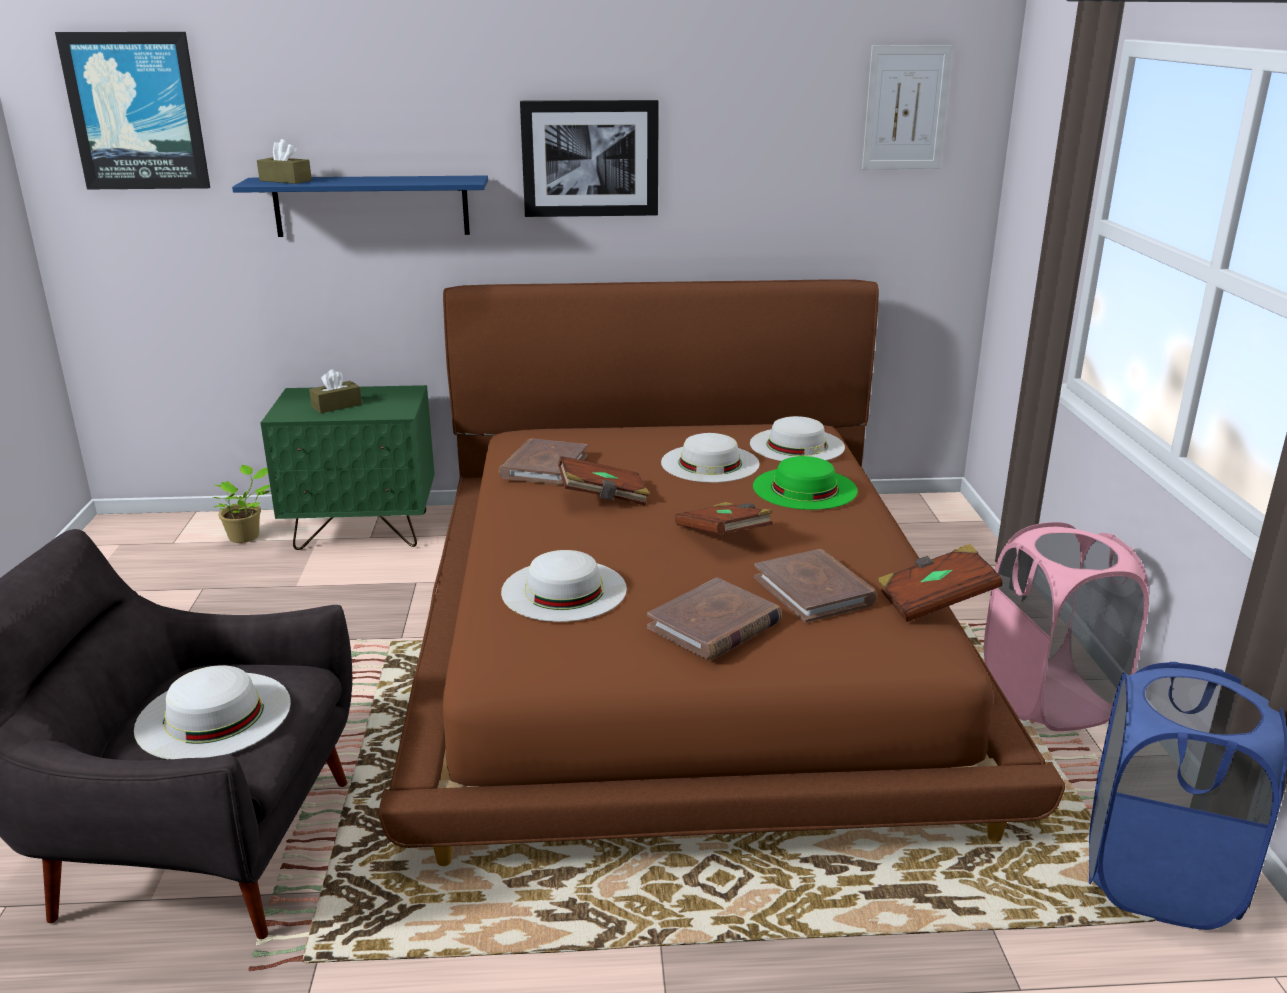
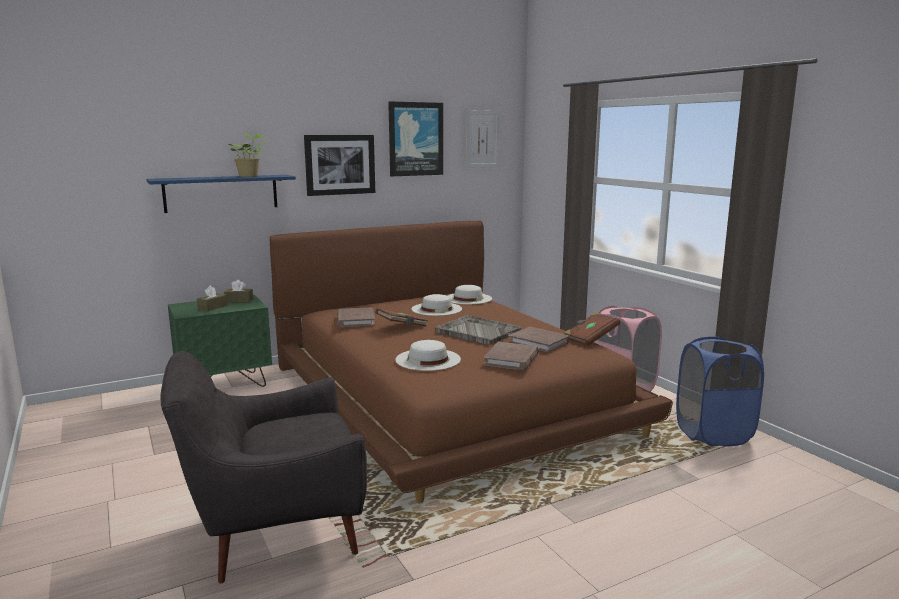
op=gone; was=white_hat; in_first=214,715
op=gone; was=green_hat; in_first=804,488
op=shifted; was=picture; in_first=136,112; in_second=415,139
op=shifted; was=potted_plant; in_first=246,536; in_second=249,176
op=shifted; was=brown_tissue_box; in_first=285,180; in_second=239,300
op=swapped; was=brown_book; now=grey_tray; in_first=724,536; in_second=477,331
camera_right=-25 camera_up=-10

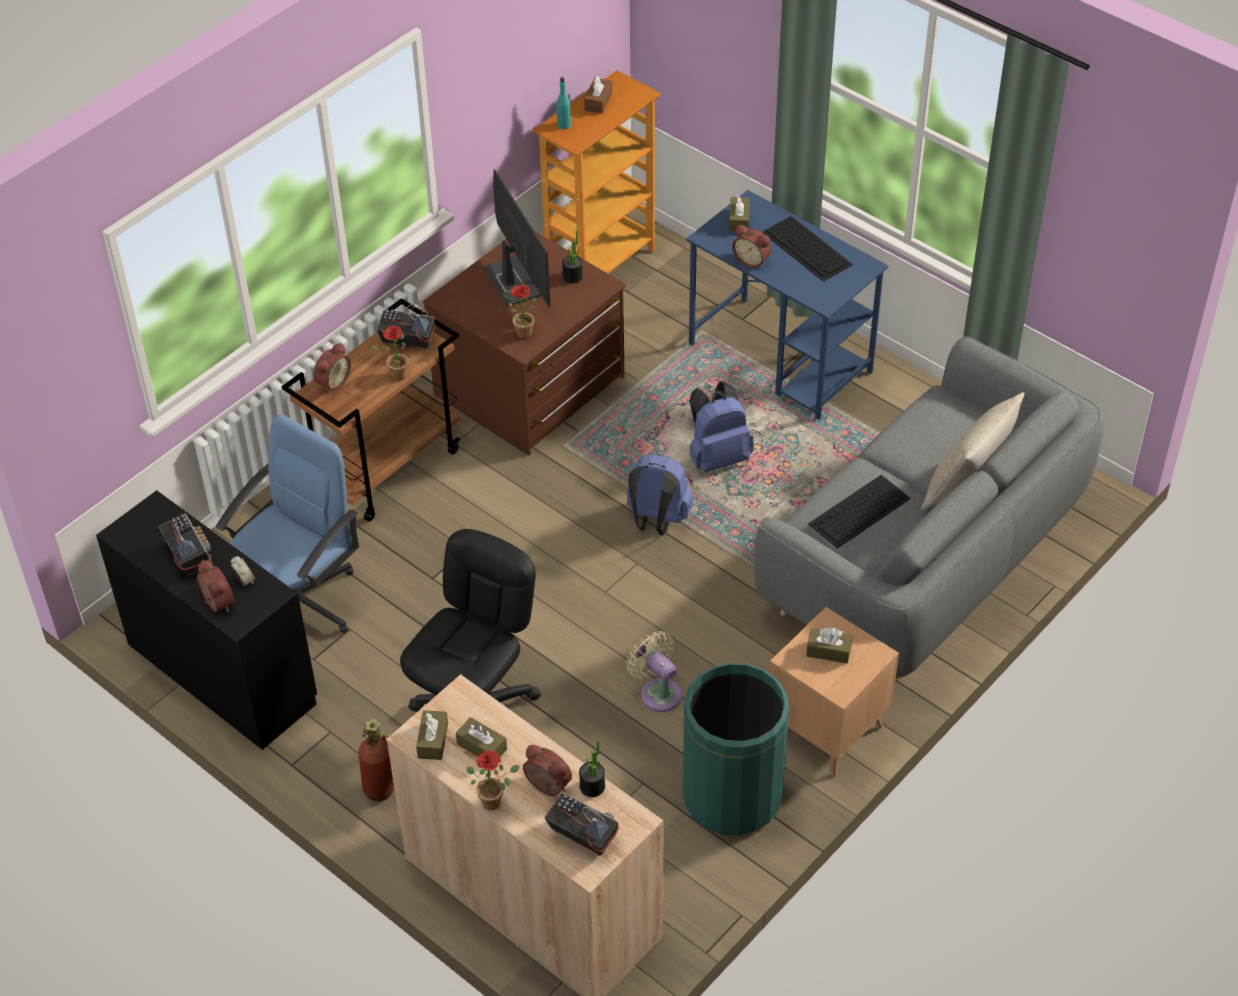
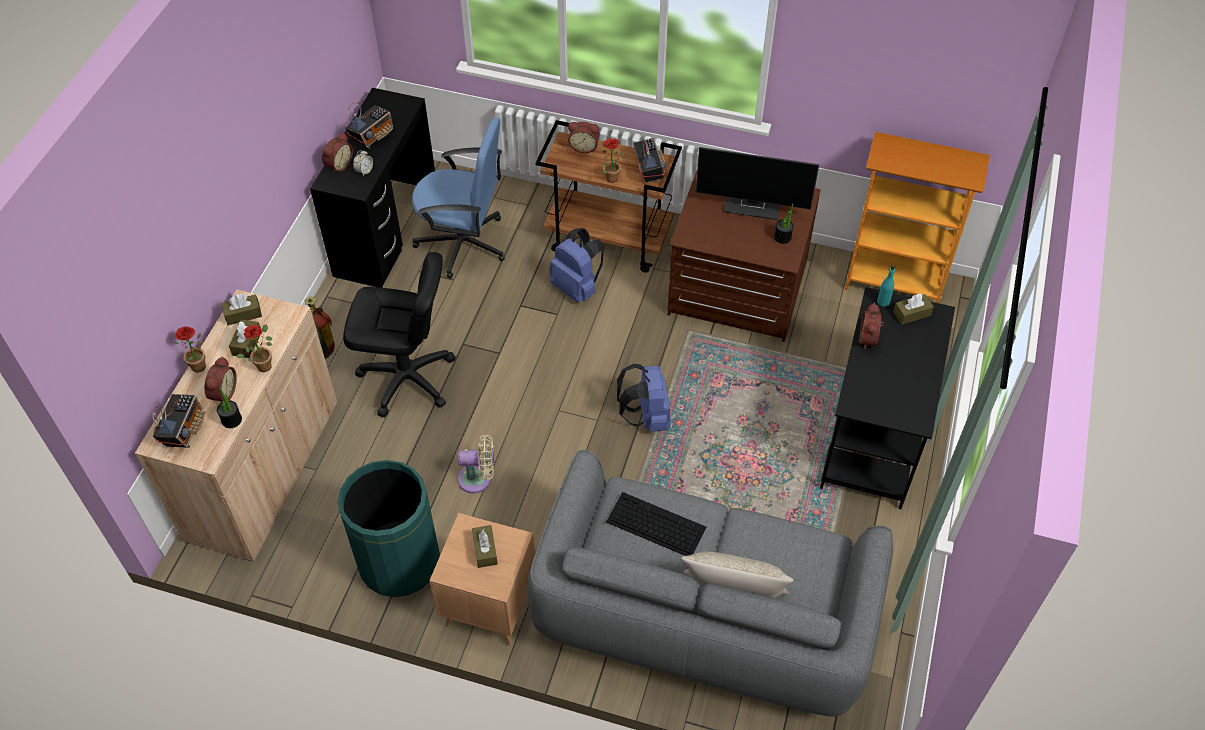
op=gone; was=brown_tissue_box; in_first=598,102
op=gone; was=keyboard; in_first=807,249
op=shifted; was=potted_plant; in_first=521,333; in_second=264,364
op=shifted; was=turquoise_bottle; in_first=563,125; in_second=883,301
op=shifted; was=blue_backpack; in_first=717,457; in_second=577,287
op=repainted; was=blue_desk; now=black_desk; in_first=781,359; in_second=873,438
op=rotated; was=monitor; in_first=512,281; in_second=754,204; clockwise=60
op=rotated; was=beige_fan; in_first=658,692; in_second=478,479; clockwise=60
camera_right=65 camera_up=5

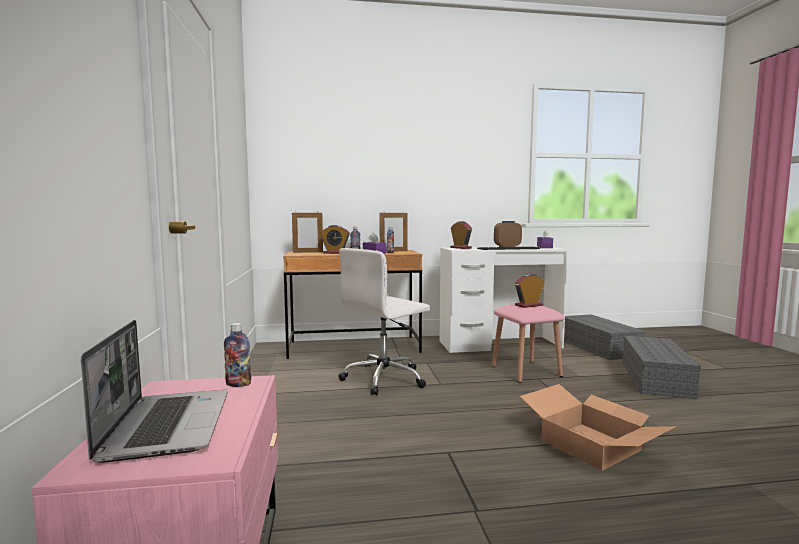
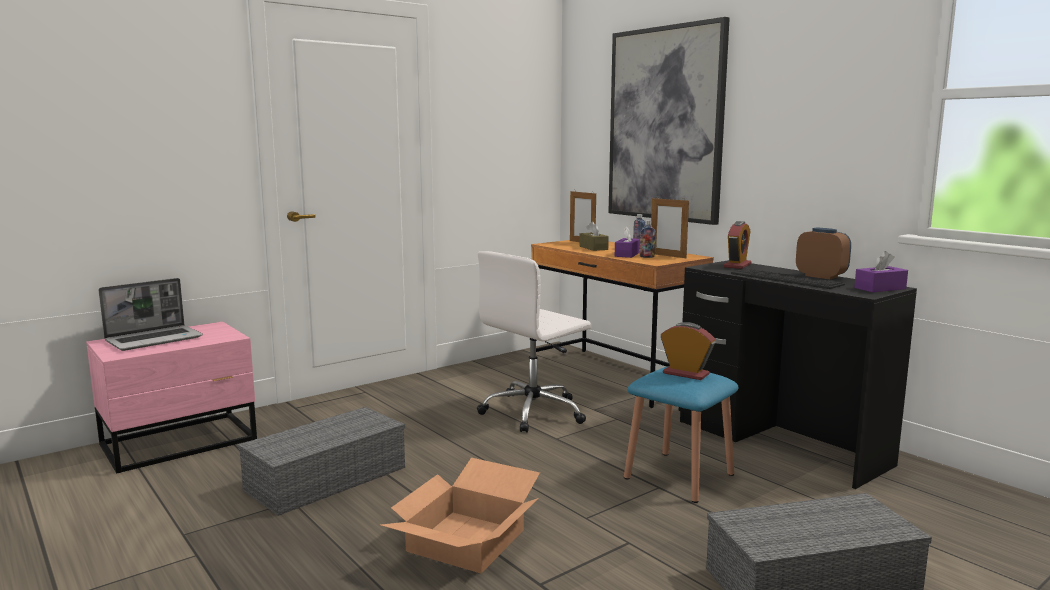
op=gone; was=bottle; in_first=238,384
op=new; now=picture; in_second=665,124
op=shifted; was=grey_storage_box; in_first=597,347; in_second=327,477
op=swapped; was=alarm_clock; now=brown_tissue_box; in_first=335,253; in_second=593,248
op=repainted; was=white_desk; now=black_desk; in_first=499,344; in_second=780,442
op=repainted; was=pink_stool; now=blue_stool; in_first=526,371; in_second=679,476
op=rotated; was=white_office_chair; in_first=385,378; in_second=534,412; clockwise=-60
camera_right=60 camera_up=5

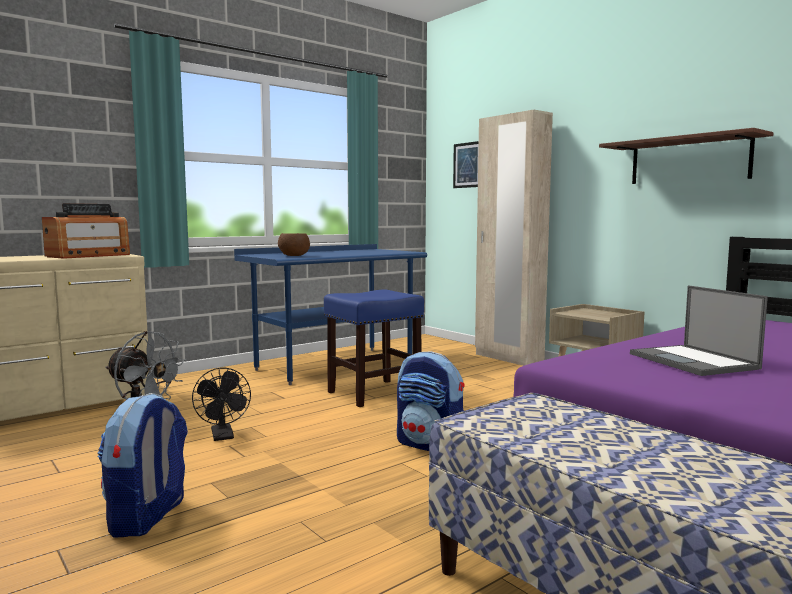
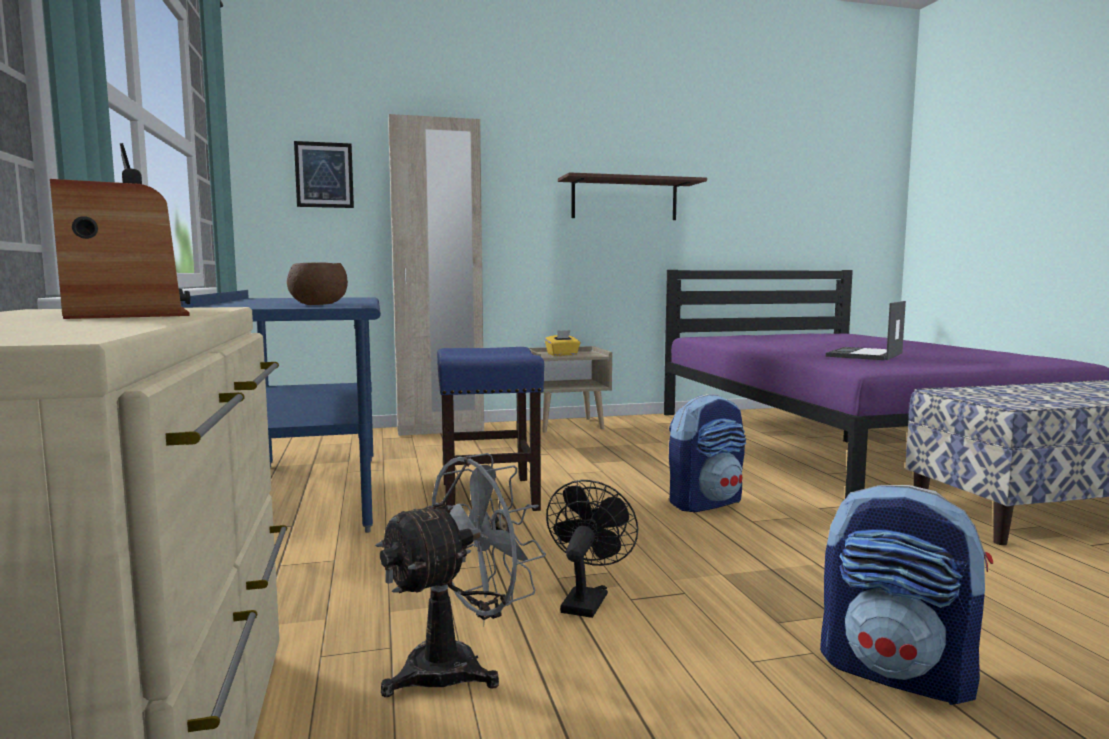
op=new; now=yellow_tissue_box; in_second=562,354
op=rotated; was=black_fan; in_first=223,436; in_second=586,599; clockwise=-75
op=rotated; was=laptop; in_first=694,361; in_second=865,355; clockwise=120
camera_right=-65 camera_up=0

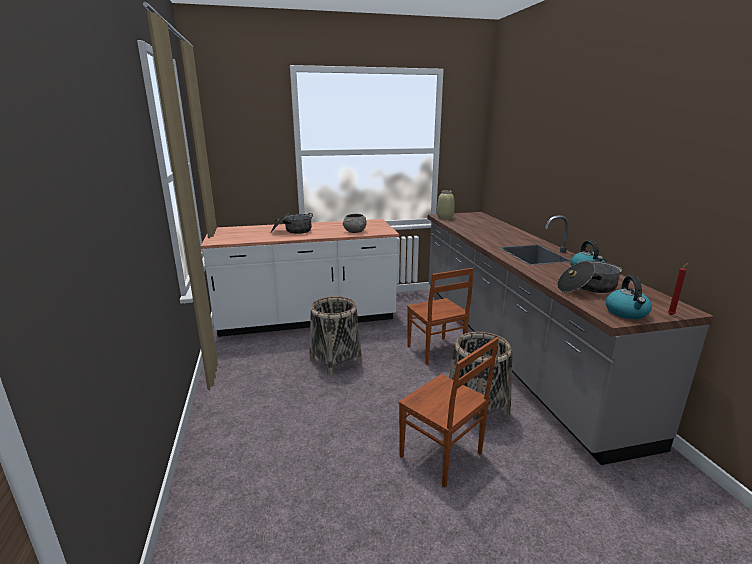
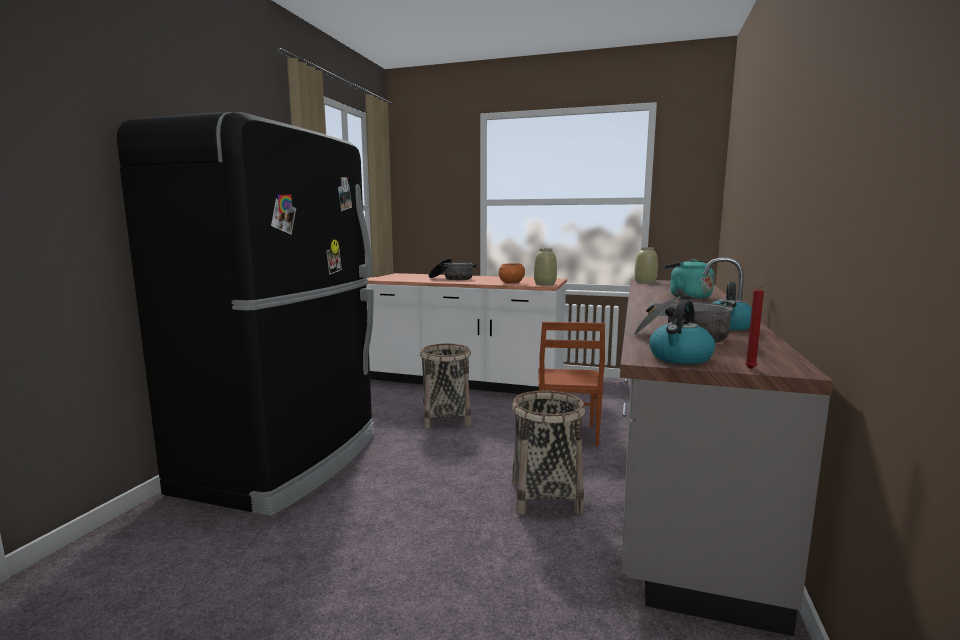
op=gone; was=brown_chair; in_first=441,456
op=new; now=black_fridge; in_second=285,461
op=new; now=beige_vase; in_second=545,284
op=new; now=turquoise_kettle; in_second=687,297
op=repainted; was=grey_bowl; now=orange_bowl; in_first=355,232; in_second=511,283
camera_right=30 camera_up=-10

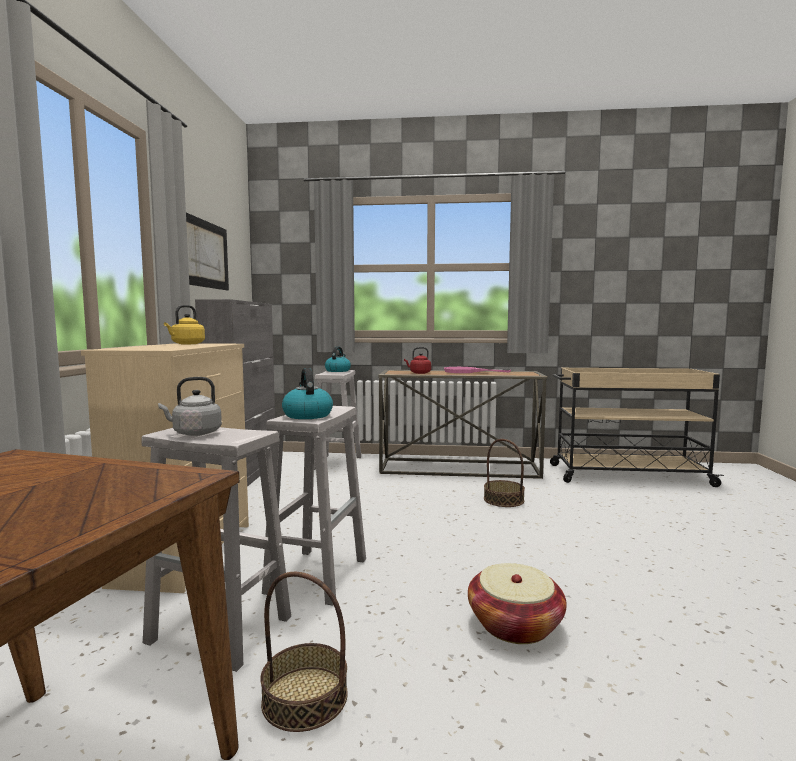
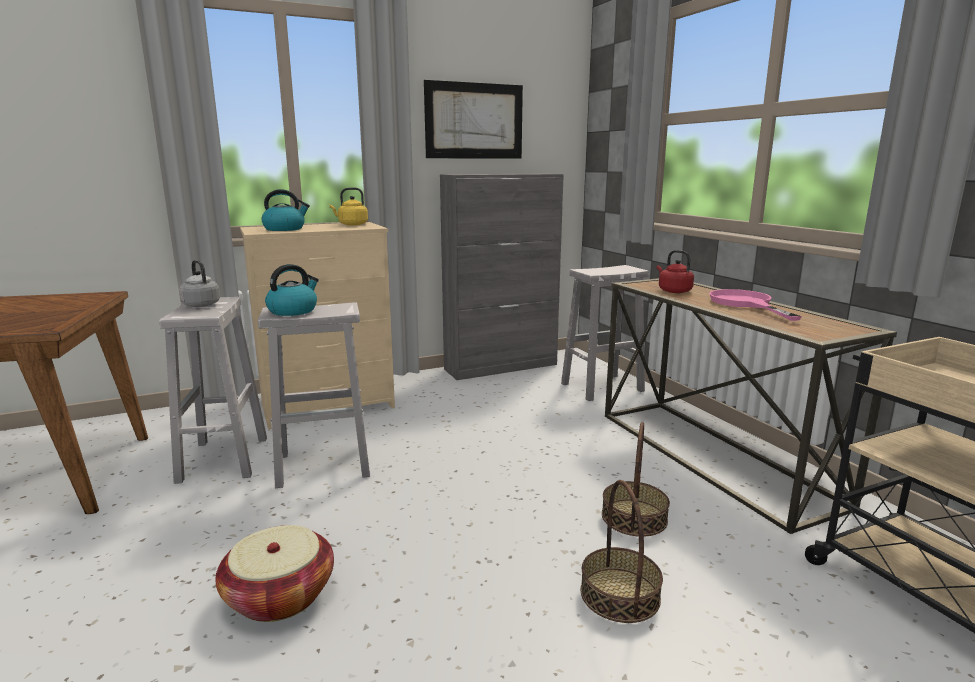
op=shifted; was=basket; in_first=304,697; in_second=619,594
op=shifted; was=kettle; in_first=338,371; in_second=285,229
camera_right=60 camera_up=10

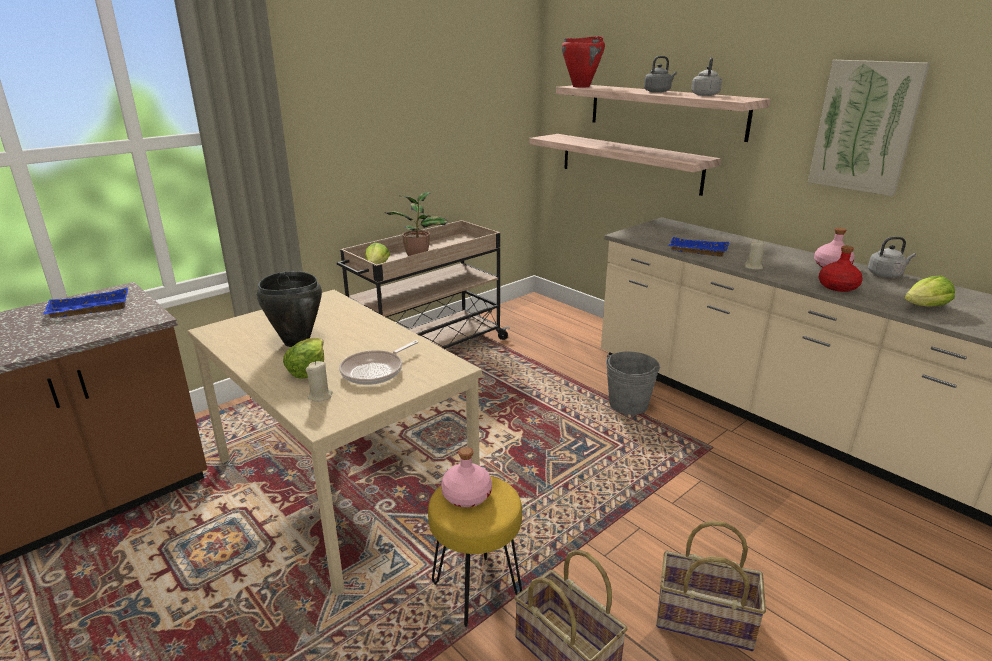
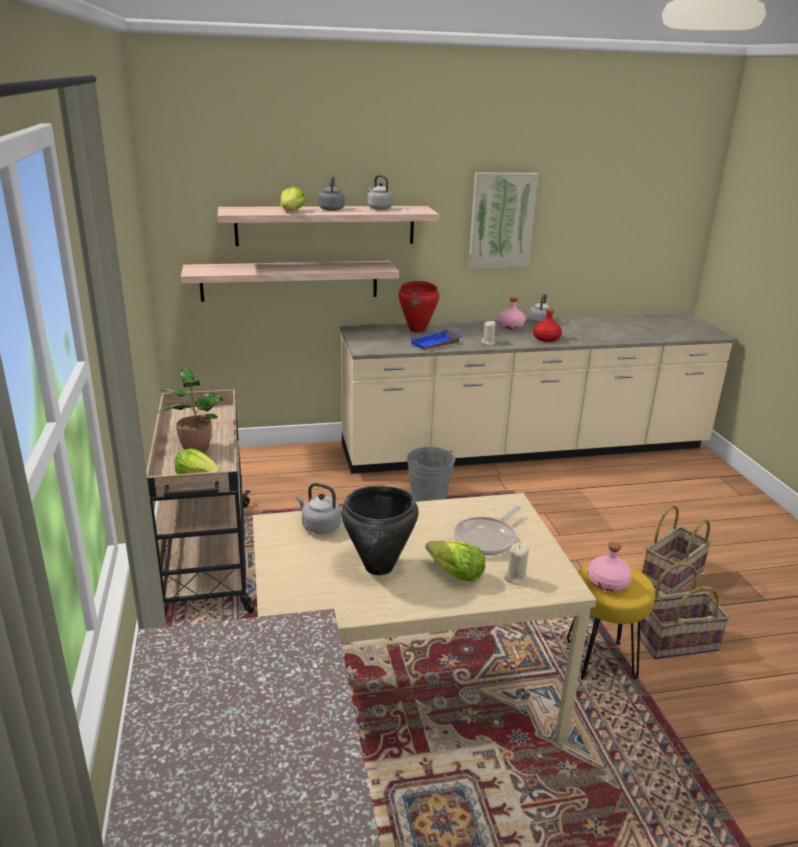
op=gone; was=blue_tray; in_first=88,310
op=new; now=grey_kettle; in_second=319,526
op=shifted; was=red_cooking_pot; in_first=581,86; in_second=417,329
op=shifted; was=lettuce; in_first=925,307; in_second=292,211
op=rotated; was=frying_pan; in_first=375,371; in_second=487,539; clockwise=60
camera_right=-60 camera_up=0

